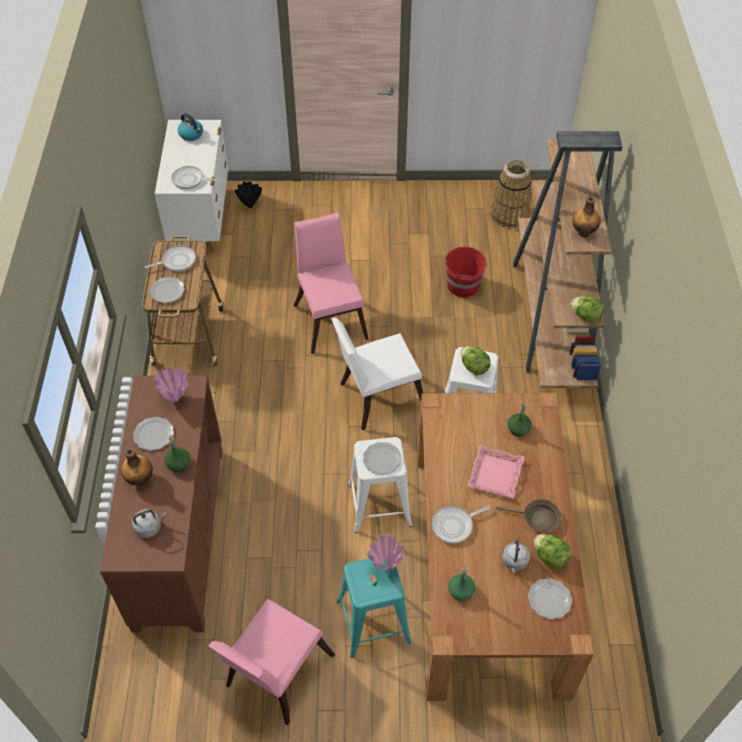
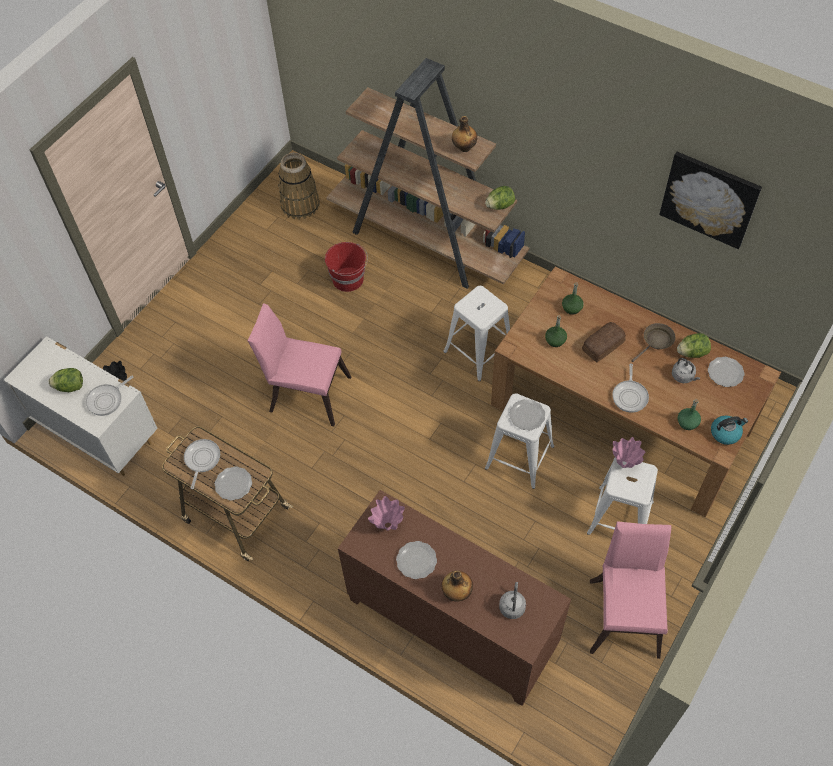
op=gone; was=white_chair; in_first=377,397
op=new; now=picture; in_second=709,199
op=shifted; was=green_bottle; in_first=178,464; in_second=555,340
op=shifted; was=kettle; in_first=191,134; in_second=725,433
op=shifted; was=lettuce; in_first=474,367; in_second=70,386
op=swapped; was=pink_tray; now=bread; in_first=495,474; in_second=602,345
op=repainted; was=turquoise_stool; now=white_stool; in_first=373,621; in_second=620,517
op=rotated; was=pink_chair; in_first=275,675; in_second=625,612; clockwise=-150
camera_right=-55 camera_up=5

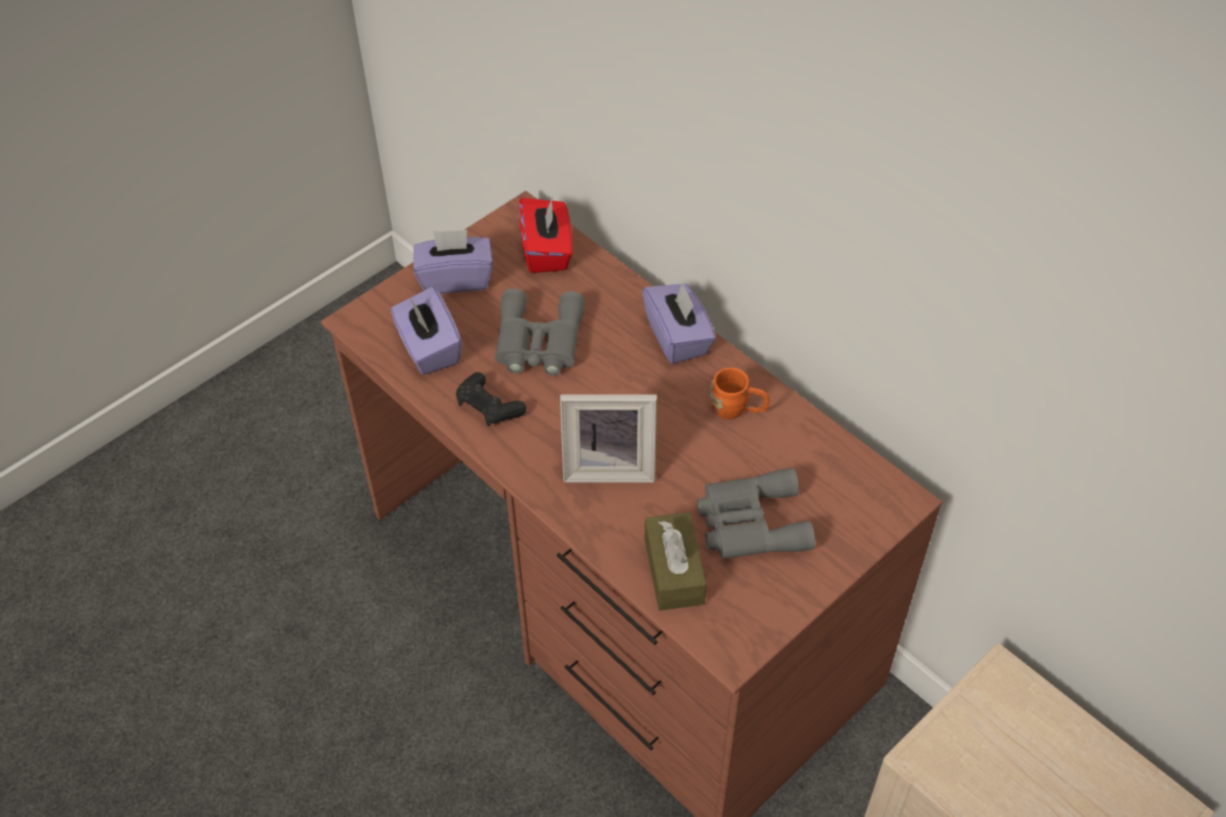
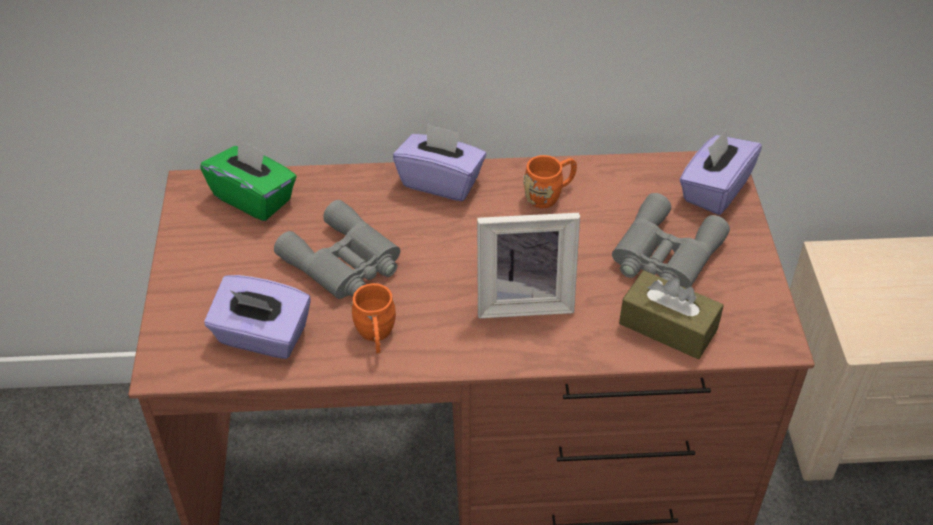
op=shifted; was=purple_tissue_box; in_first=455,278; in_second=714,190
op=swapped; was=black_game_controller; now=orange_mug; in_first=489,407; in_second=376,337
op=repainted; was=red_tissue_box; now=green_tissue_box; in_first=547,251; in_second=254,198
op=rotated; was=picture_frame; in_first=609,466; in_second=524,300; clockwise=45
camera_right=-50 camera_up=-5

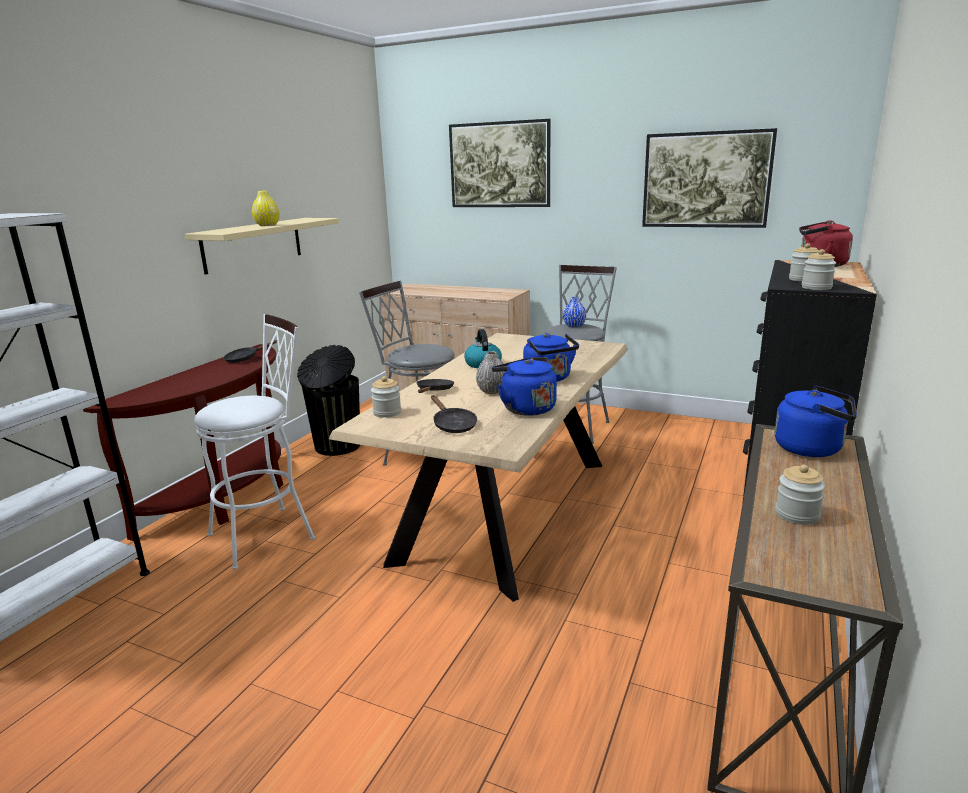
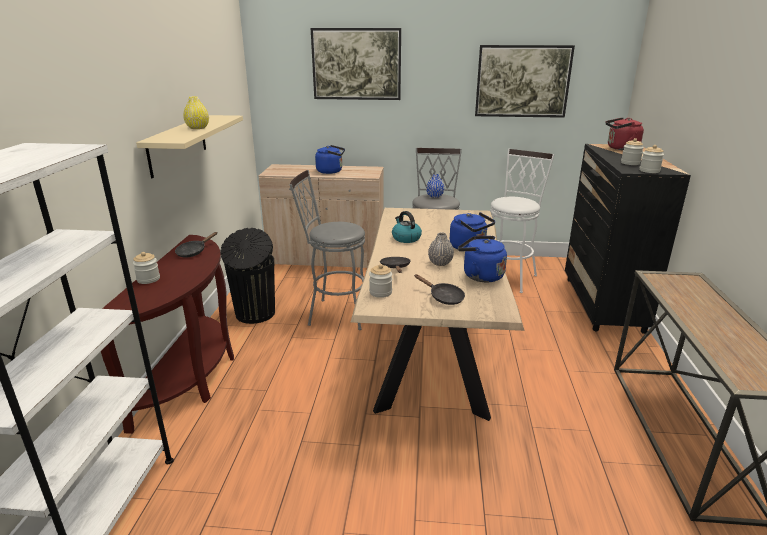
op=shifted; was=white_stool; in_first=270,533; in_second=509,276
op=shifted; was=blue_kettle; in_first=812,448; in_second=331,171
op=shifted; was=jar; in_first=797,515; in_second=148,279
camera_right=-20 camera_up=5

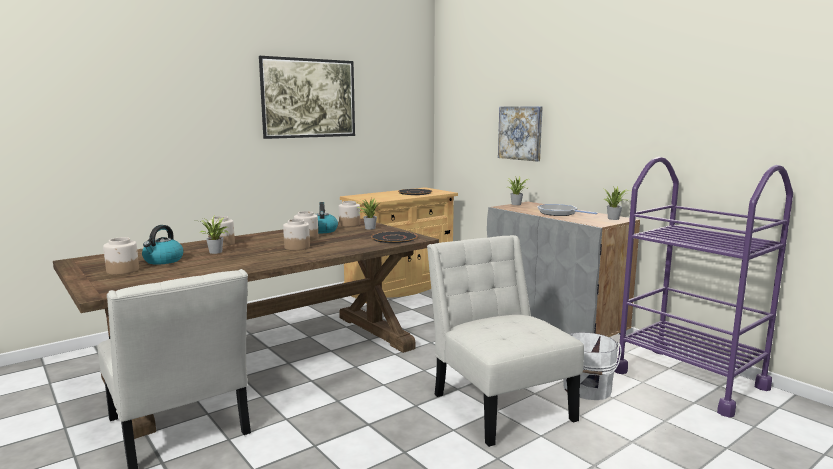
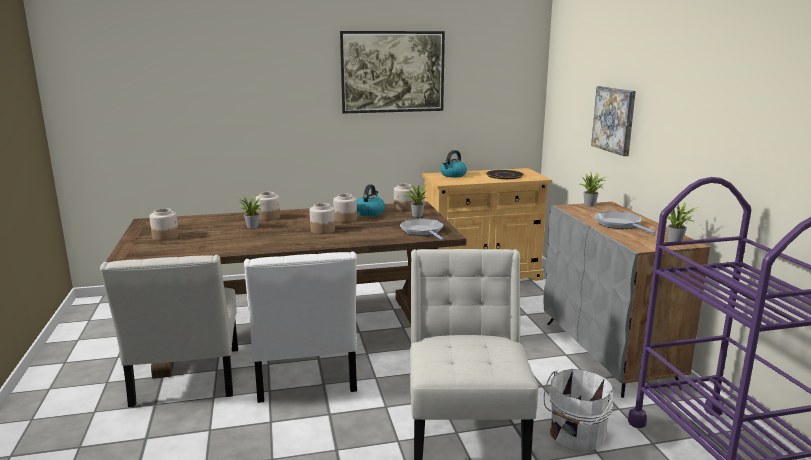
op=new; now=white_chair; in_second=305,376
op=shifted; was=kettle; in_first=163,261; in_second=453,175
op=swapped; was=black_plate; now=frying_pan; in_first=394,238; in_second=423,231
camera_right=25 camera_up=5

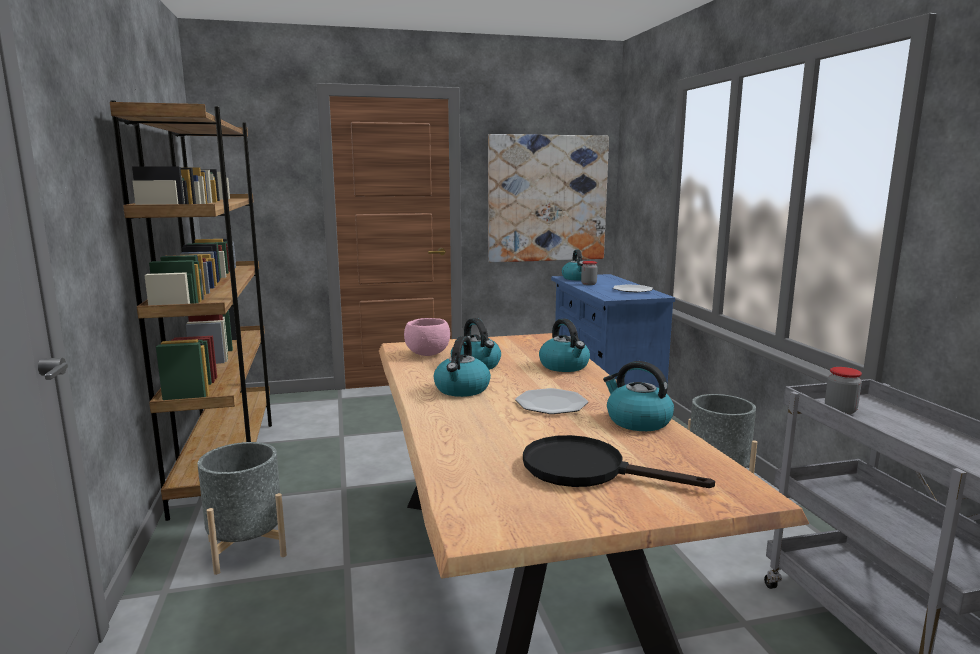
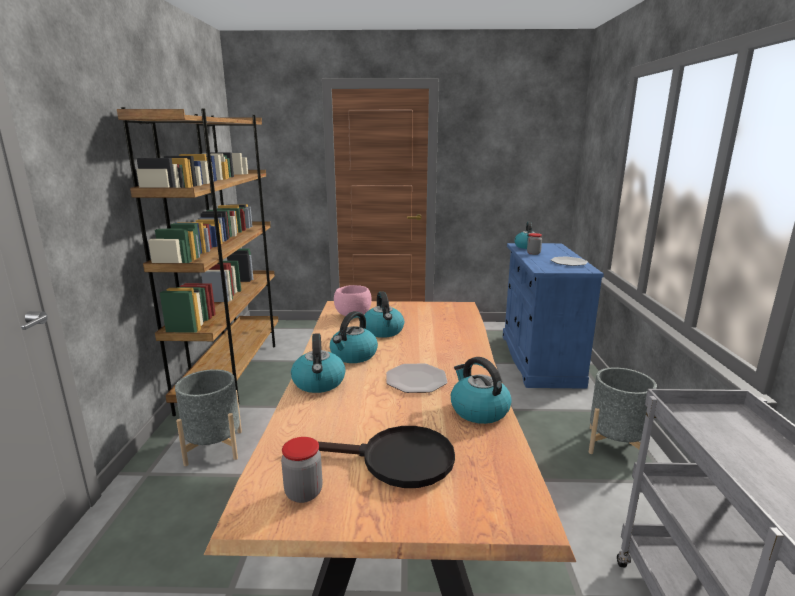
op=gone; was=picture; in_first=547,198
op=shifted; was=kettle; in_first=565,366; in_second=319,383
op=shifted; was=jar; in_first=840,411; in_second=303,493
op=rotated; was=black_frying_pan; in_first=587,470; in_second=394,460; clockwise=150
camera_right=15 camera_up=5

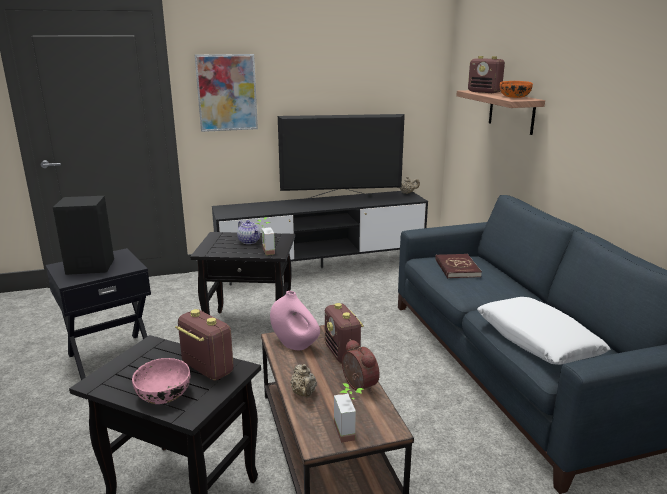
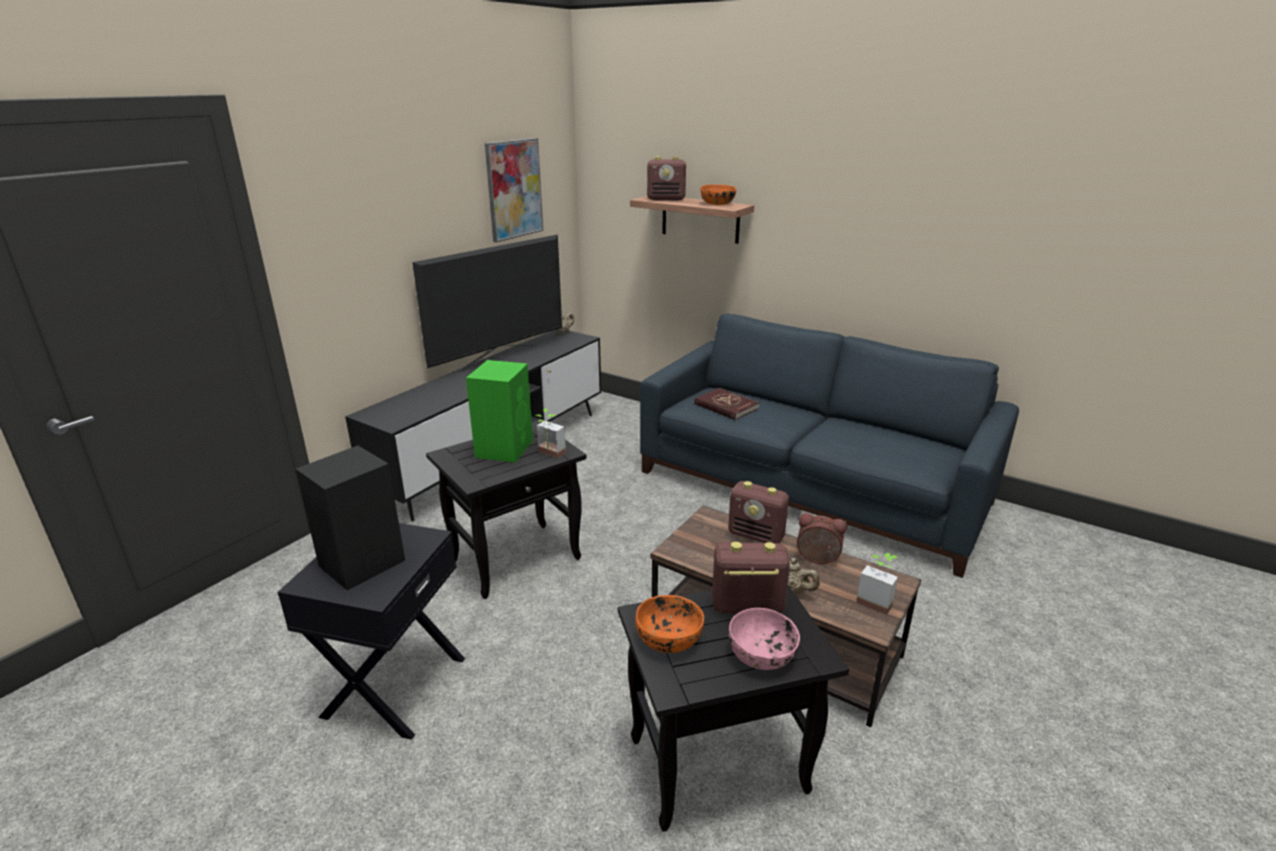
op=gone; was=pink_vase; in_first=295,345
op=gone; was=white_pillow; in_first=537,340
op=new; now=orange_bowl; in_second=669,638
op=shifted; was=picture; in_first=227,92; in_second=514,189
op=swapped; was=teapot; now=green_speaker; in_first=249,241; in_second=505,448
camera_right=-40 camera_up=5

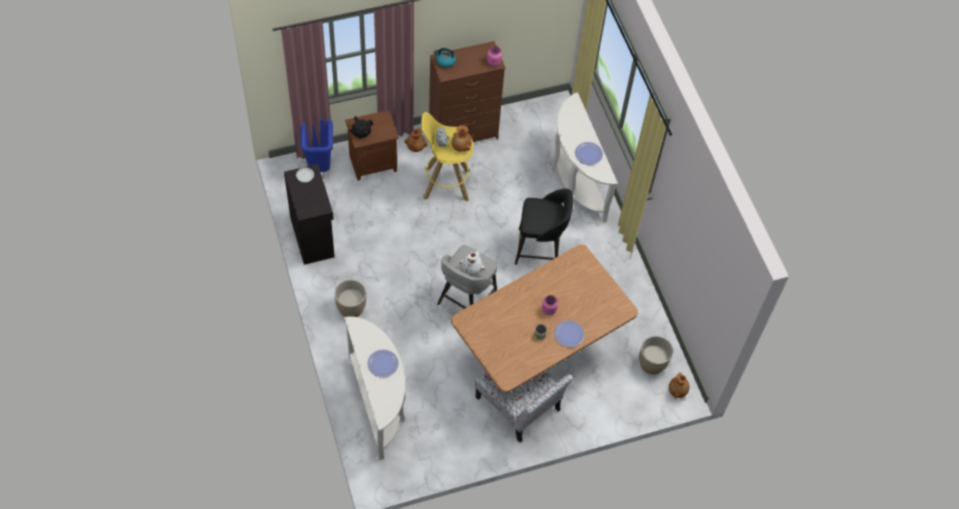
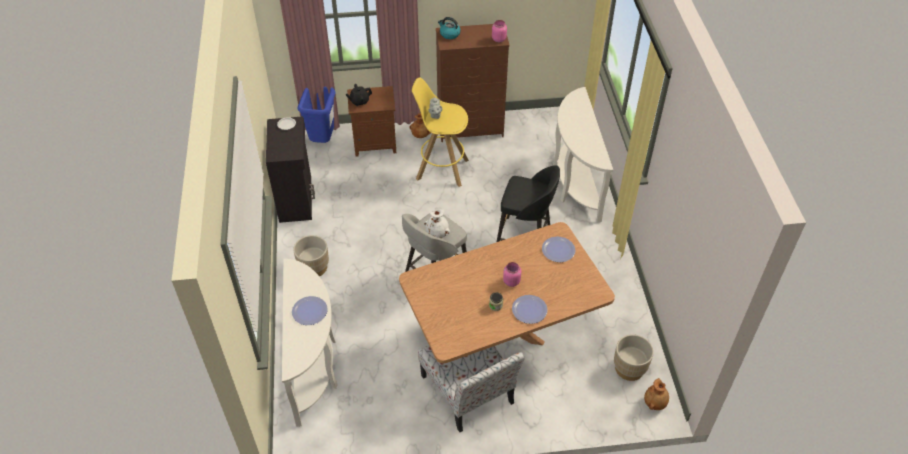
op=gone; was=brown_vase; in_first=461,147
op=shifted; was=plate; in_first=588,154; in_second=558,250
camera_right=15 camera_up=-10

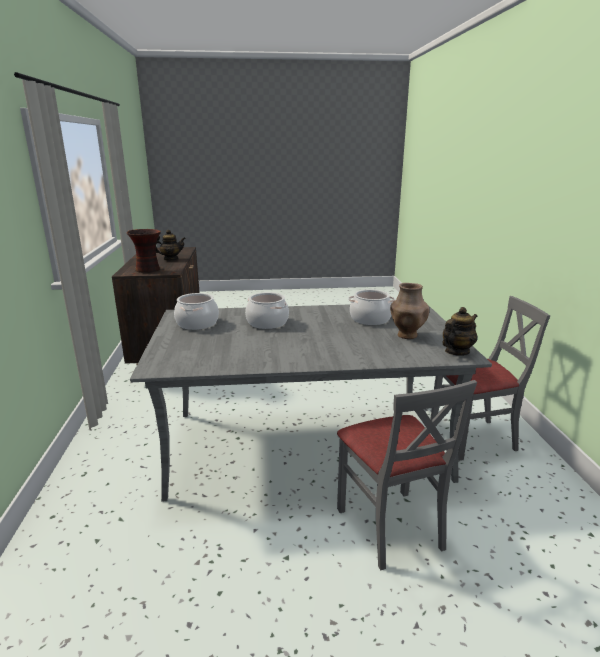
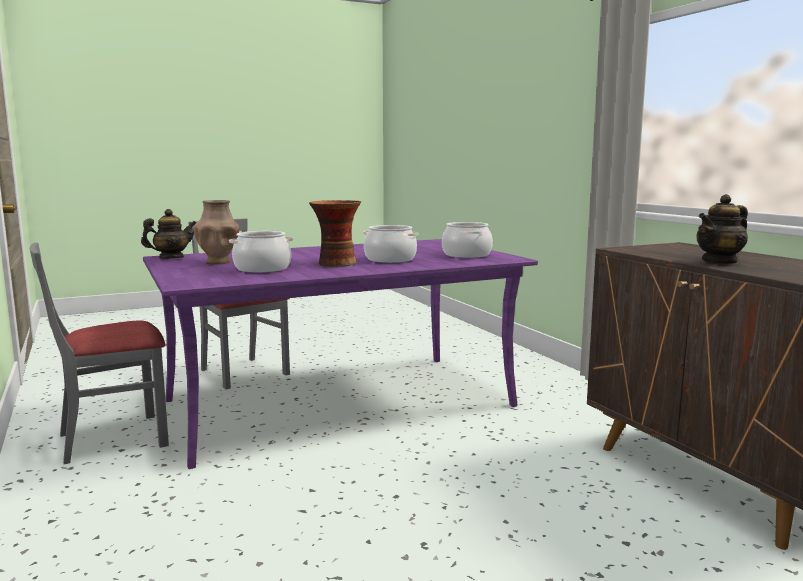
op=shifted; was=vase; in_first=149,270; in_second=335,264
op=repainted; was=grey_dining_table; now=purple_dining_table; in_first=305,445; in_second=339,403
op=rotated; was=teapot; in_first=456,352; in_second=171,258; clockwise=-150
camera_right=160 camera_up=-10

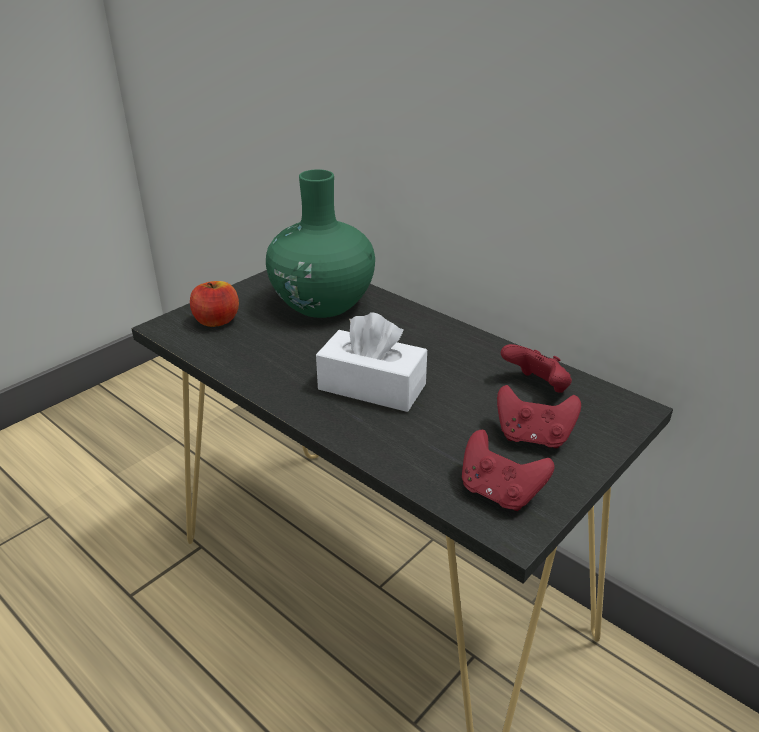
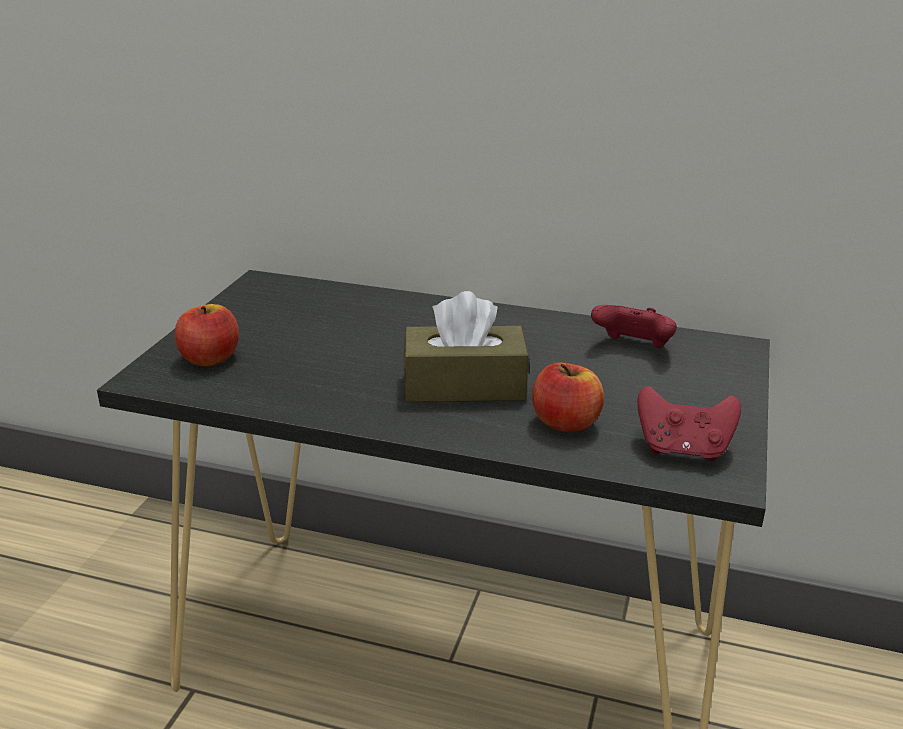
op=gone; was=green_vase; in_first=322,304
op=gone; was=red_game_controller; in_first=533,437
op=new; now=apple; in_second=565,423
op=repainted; was=white_tissue_box; now=brown_tissue_box; in_first=372,387; in_second=464,386
camera_right=-25 camera_up=-5

